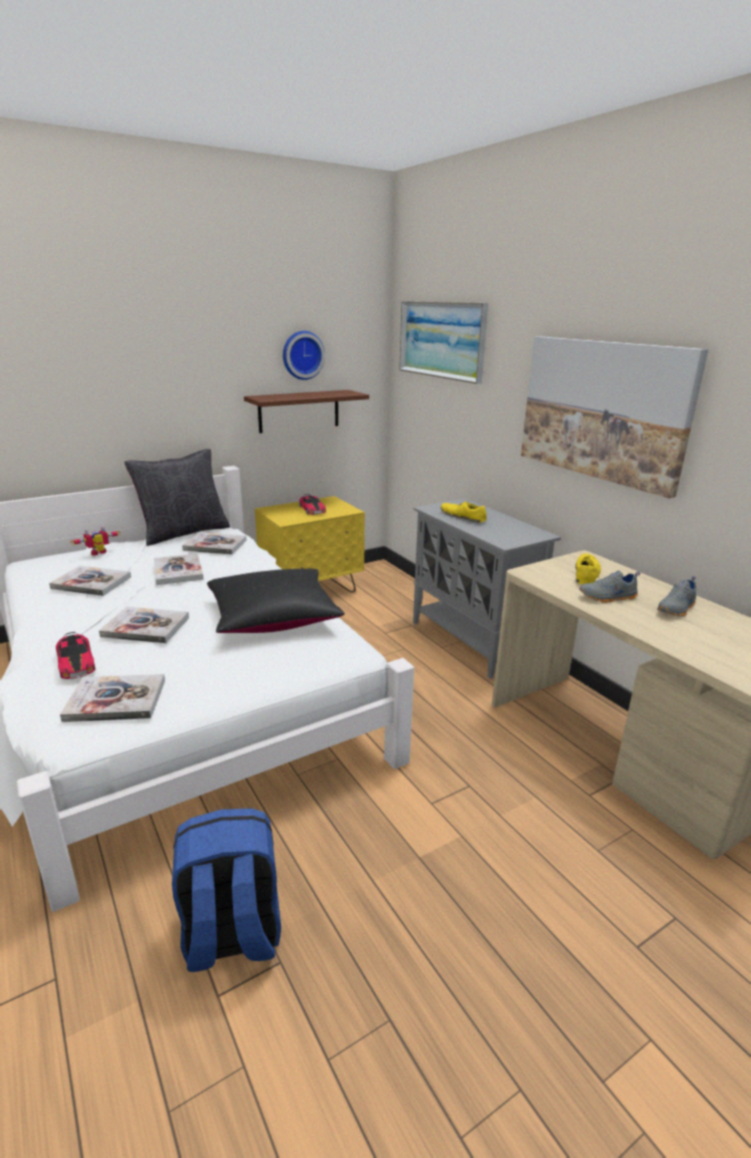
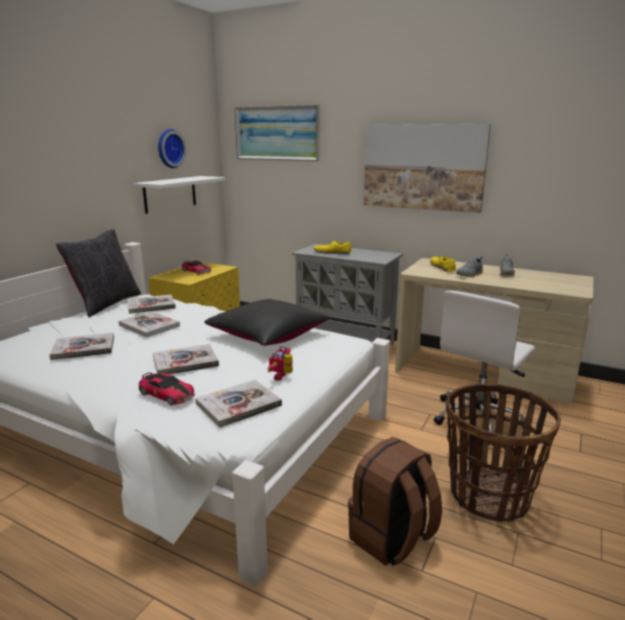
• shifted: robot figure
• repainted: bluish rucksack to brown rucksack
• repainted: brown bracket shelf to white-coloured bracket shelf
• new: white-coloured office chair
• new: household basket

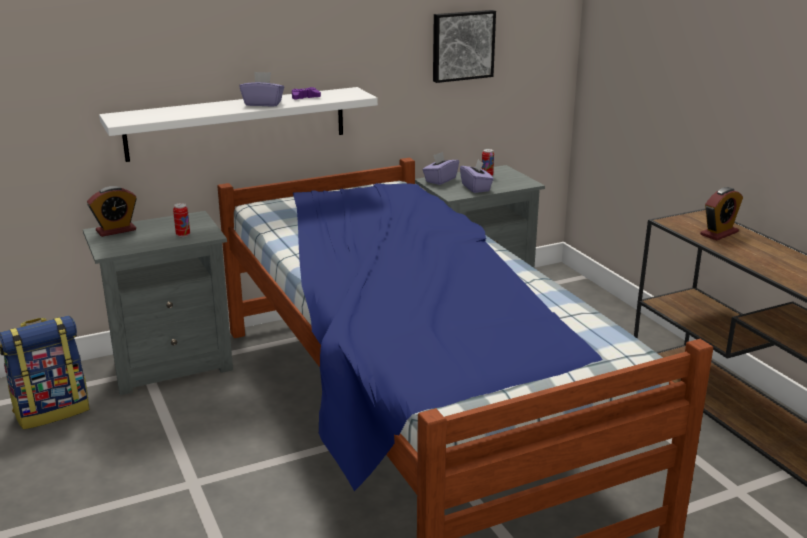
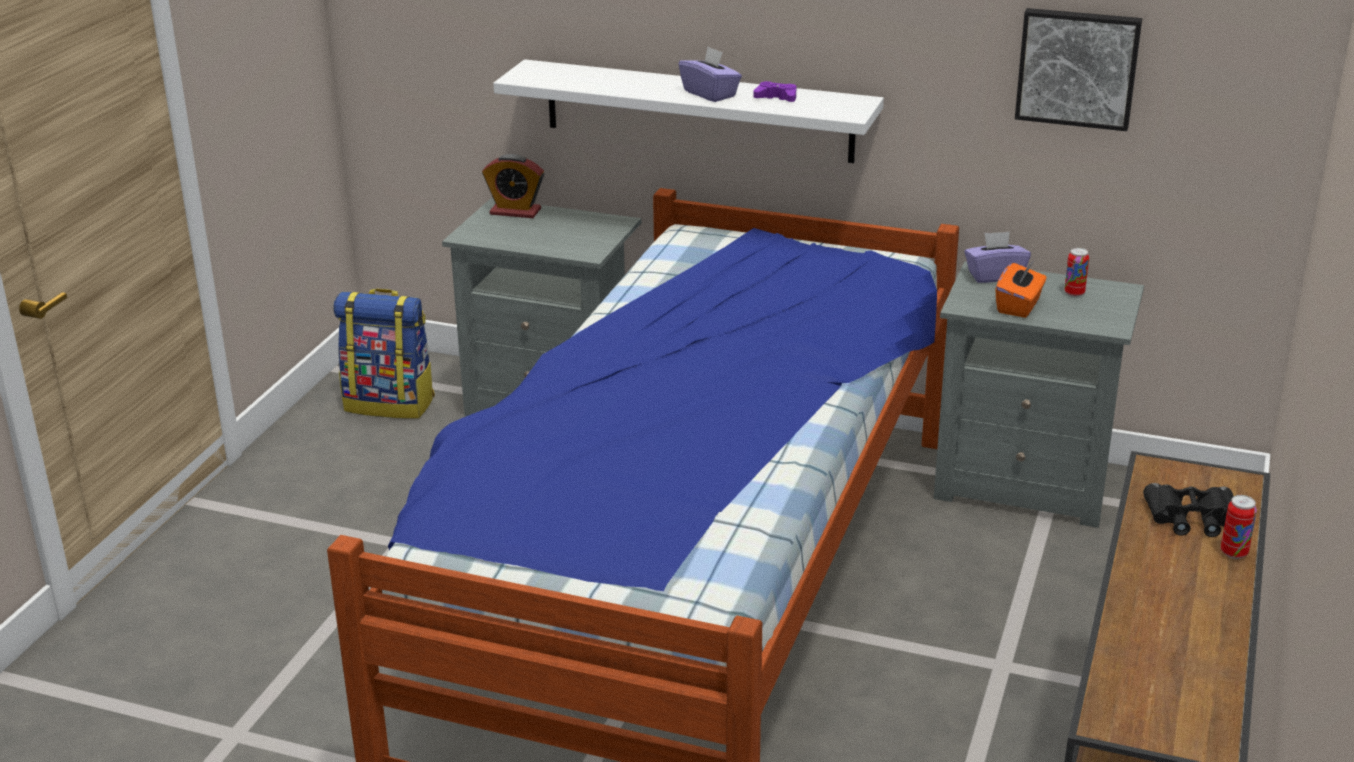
• shifted: can (no. 1 from left in the first image) to can (no. 2 from left)
• repainted: purple tissue box (no. 3 from left) to orangey tissue box
• swapped: bedside clock (no. 2 from left) to blackish field glasses

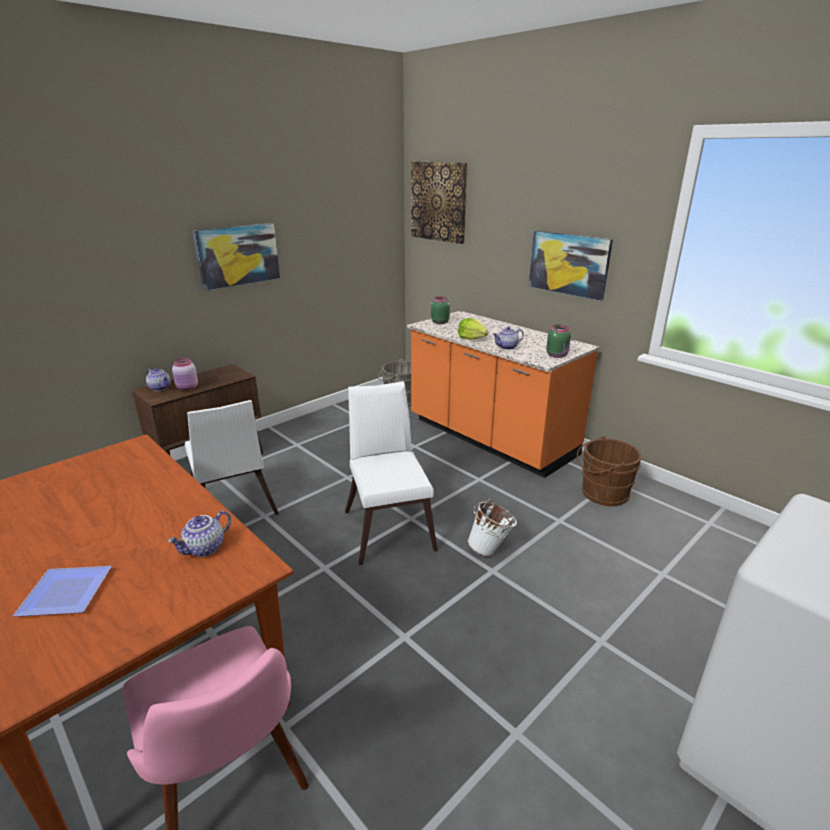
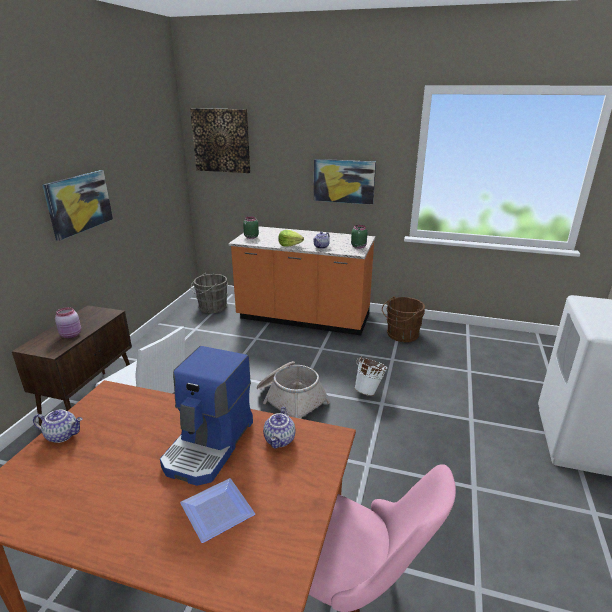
• shifted: teapot (no. 1 from left)
• swapped: white-coloured chair (no. 2 from left) to household basket
• new: coffee machine

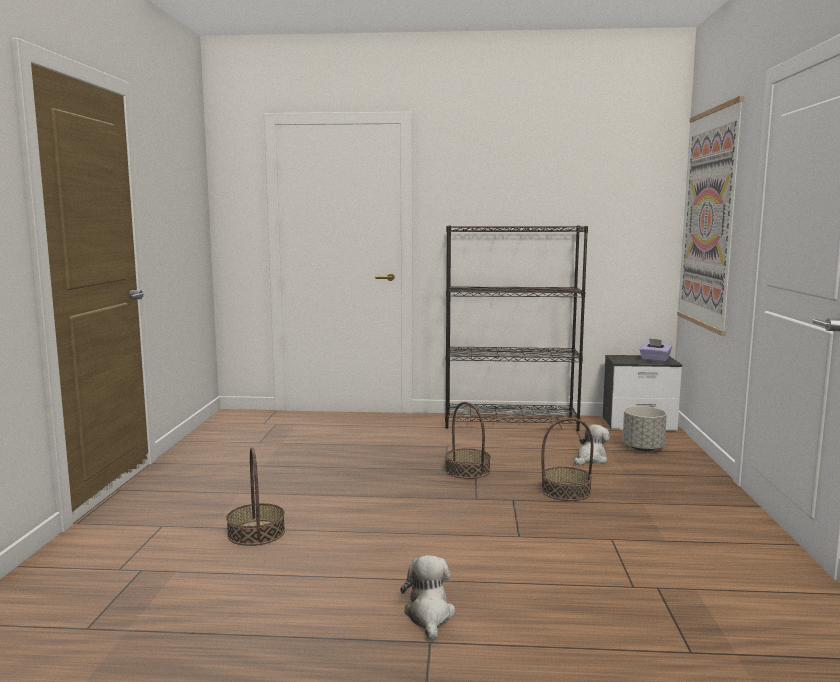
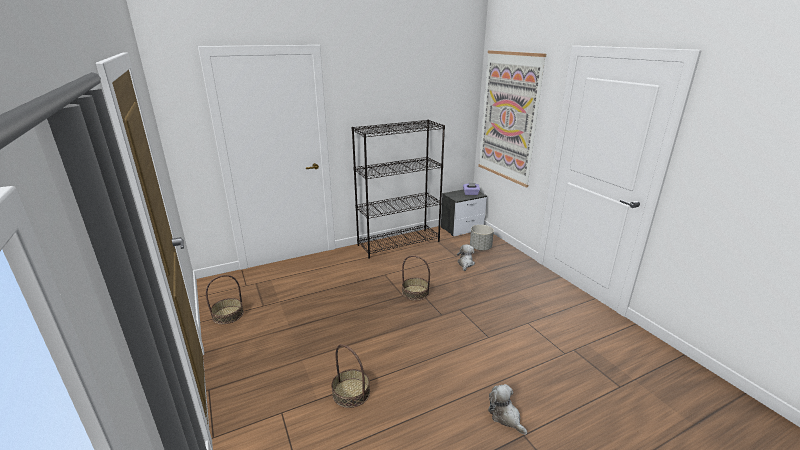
• shifted: household basket (no. 3 from left in the first image) to household basket (no. 1 from left)

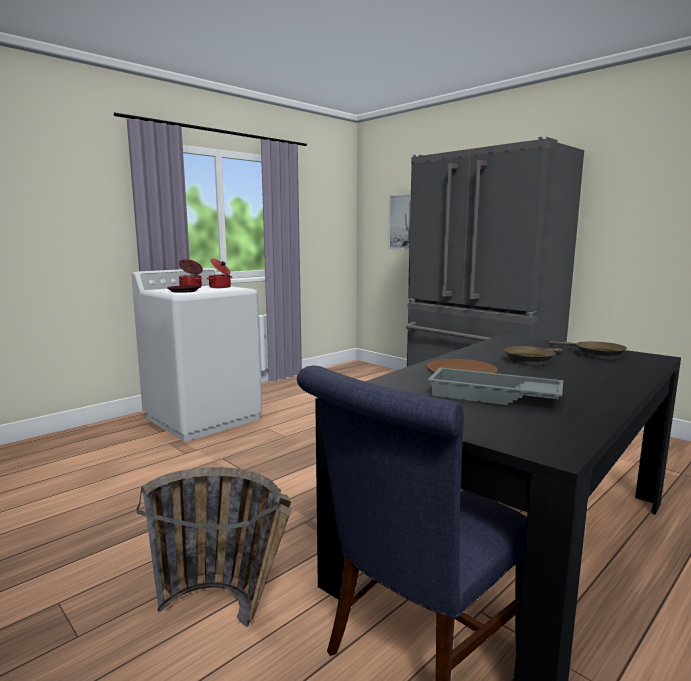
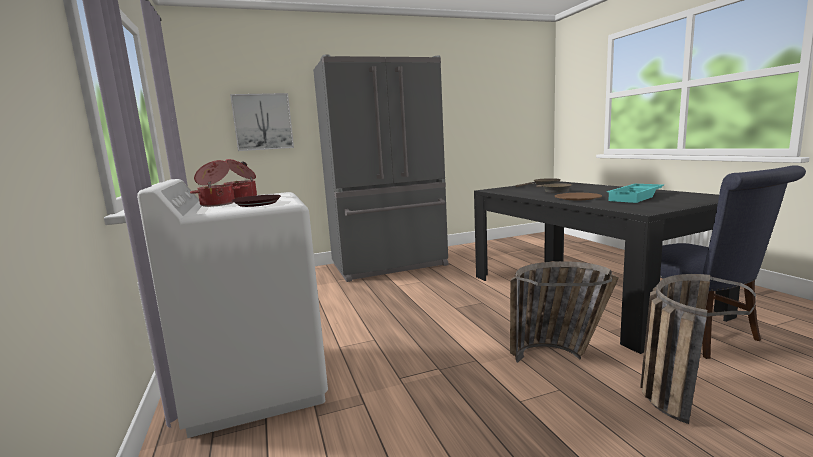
• repainted: grey serving tray to turquoise serving tray
• new: household basket (no. 1 from left)

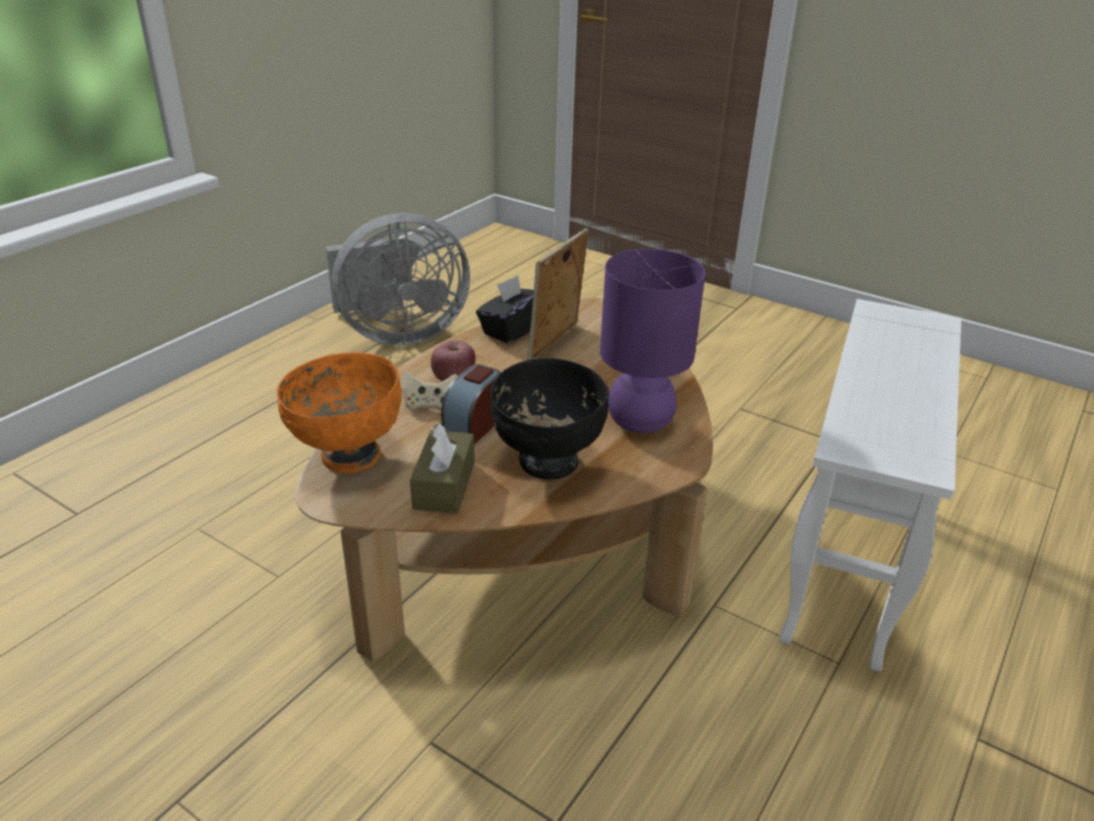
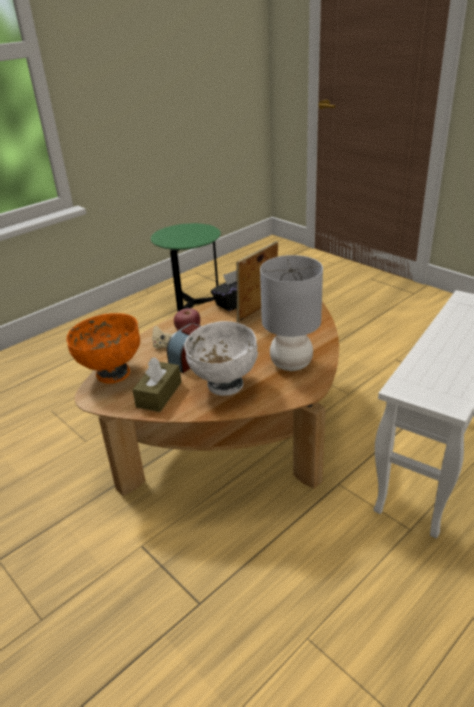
• swapped: grey fan to greenish accent table
• repainted: blackish bowl to white-coloured bowl
• repainted: purple tabletop lamp to grey tabletop lamp

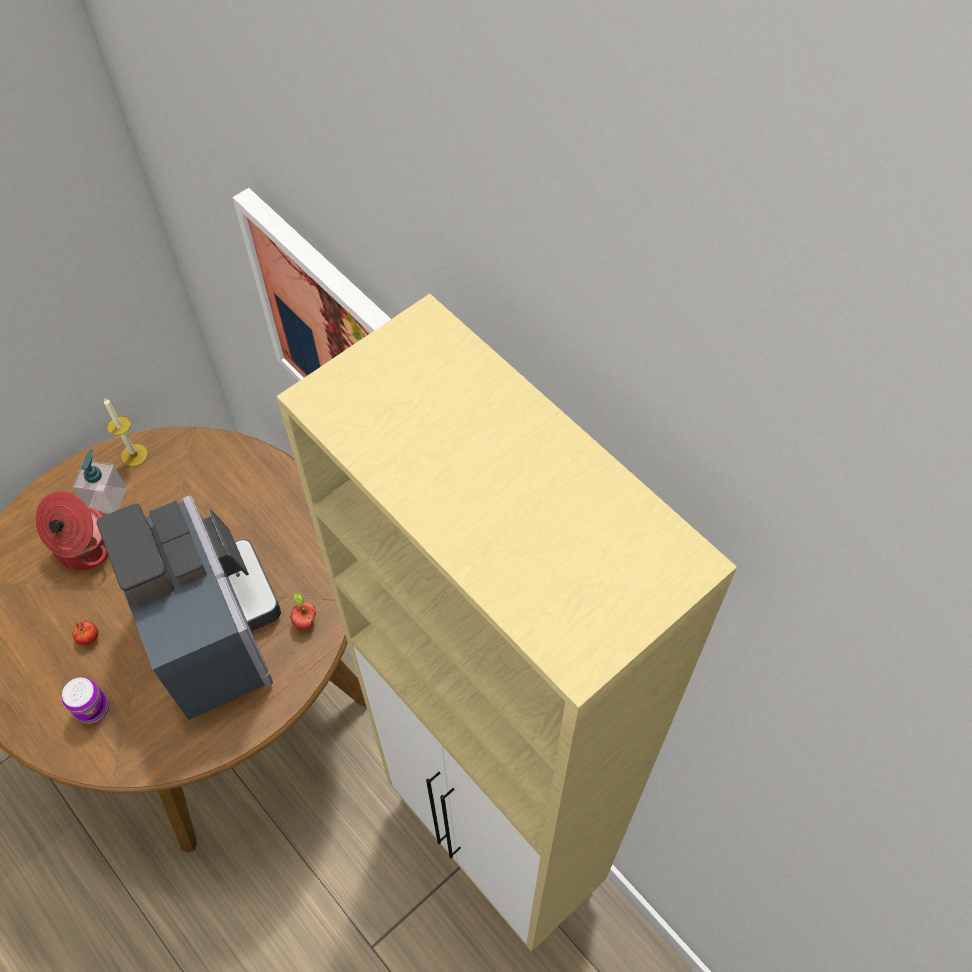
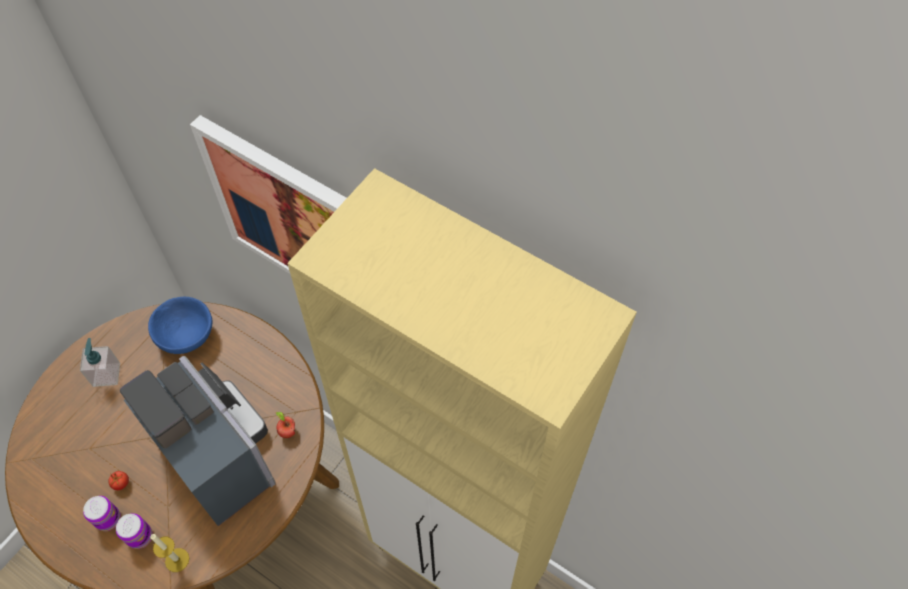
• gone: cooking pot
• shifted: wax light
• new: can (no. 1 from left)
• new: bluish bowl

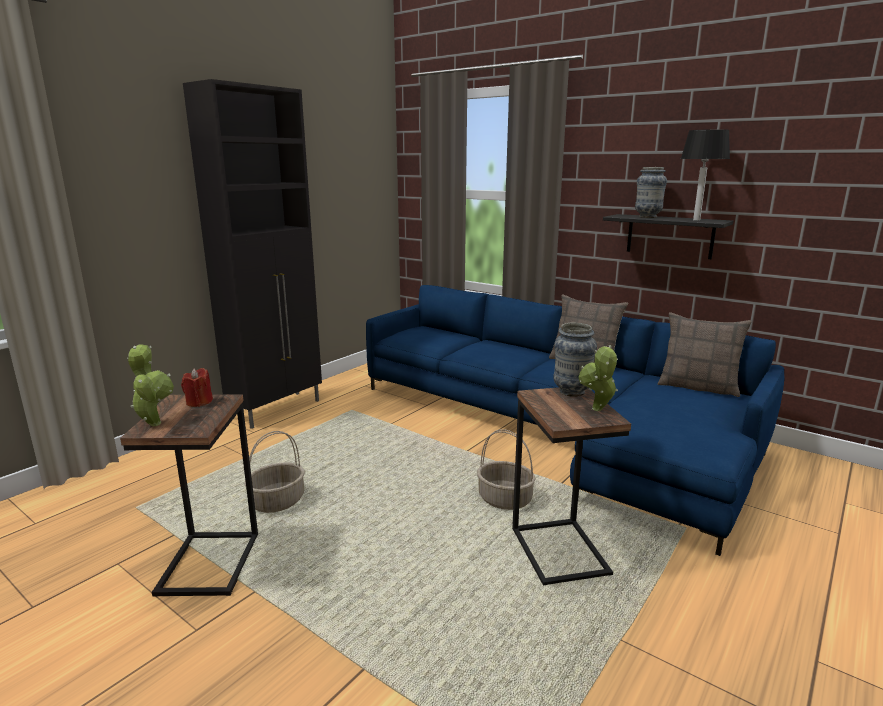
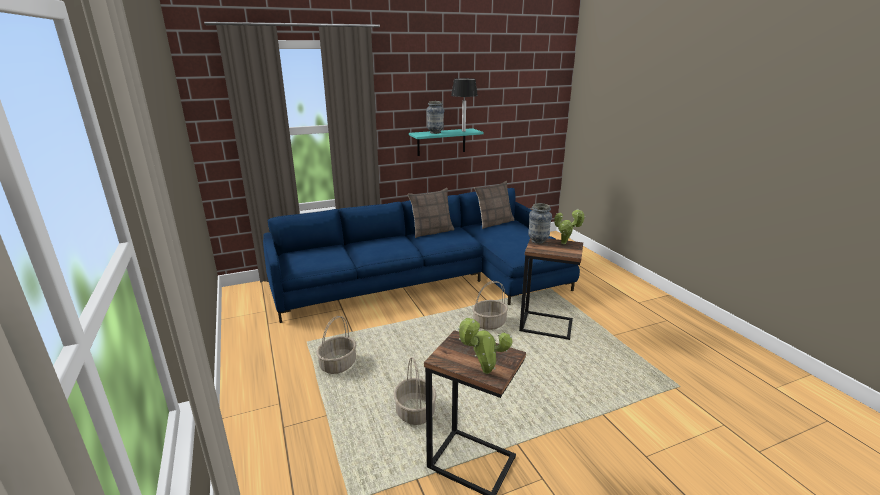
• gone: reddish wax light
• gone: blackish cabinet
• repainted: blackish bracket shelf to turquoise bracket shelf
• new: household basket (no. 1 from left)

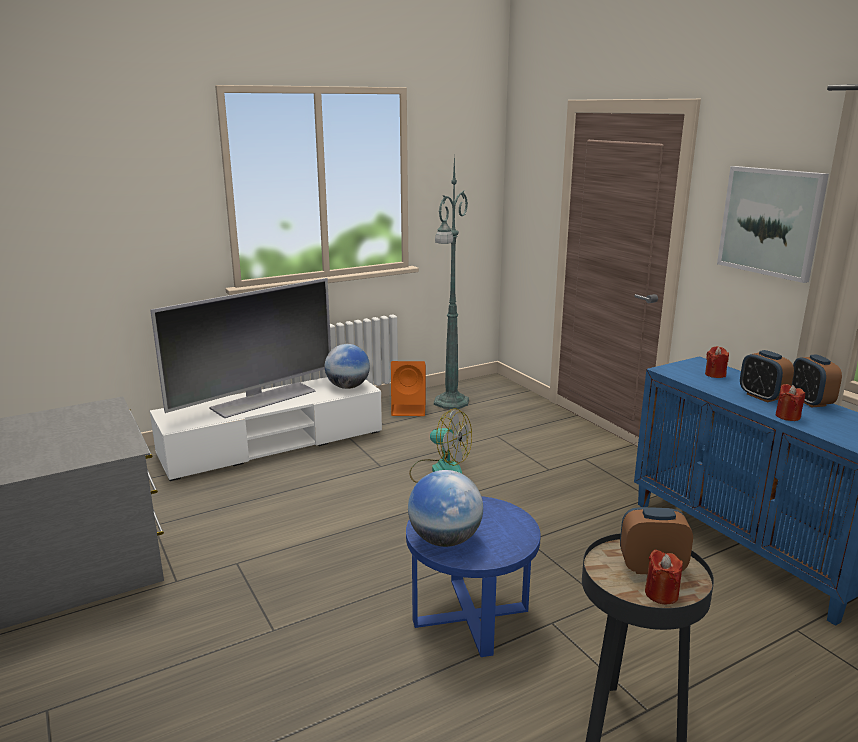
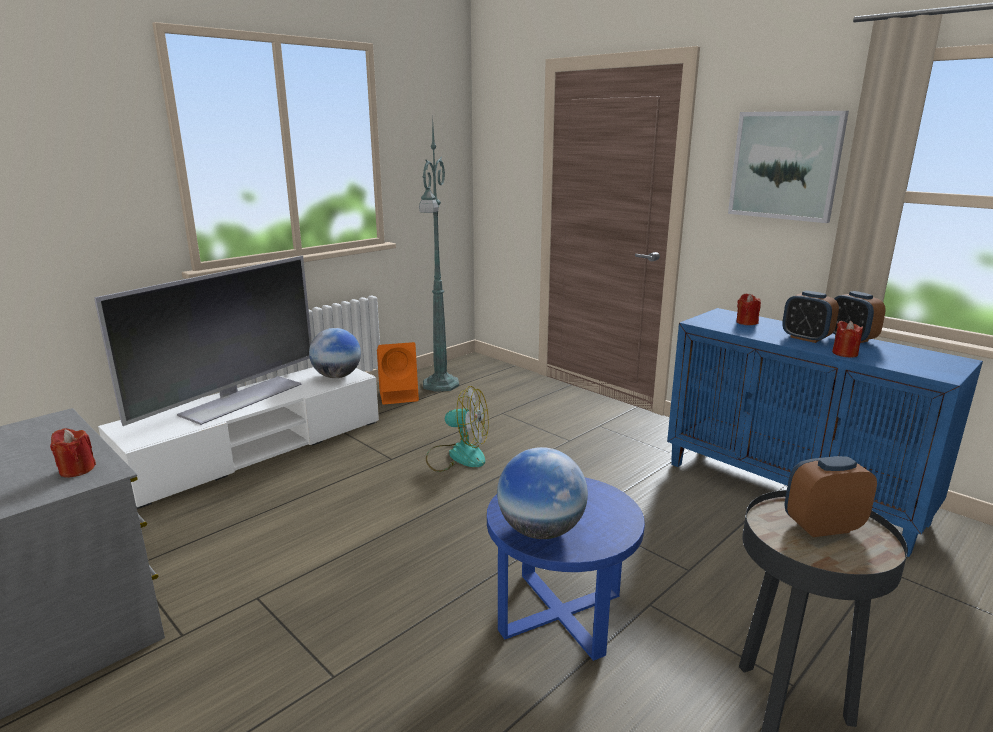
• shifted: reddish wax light (no. 1 from left)

